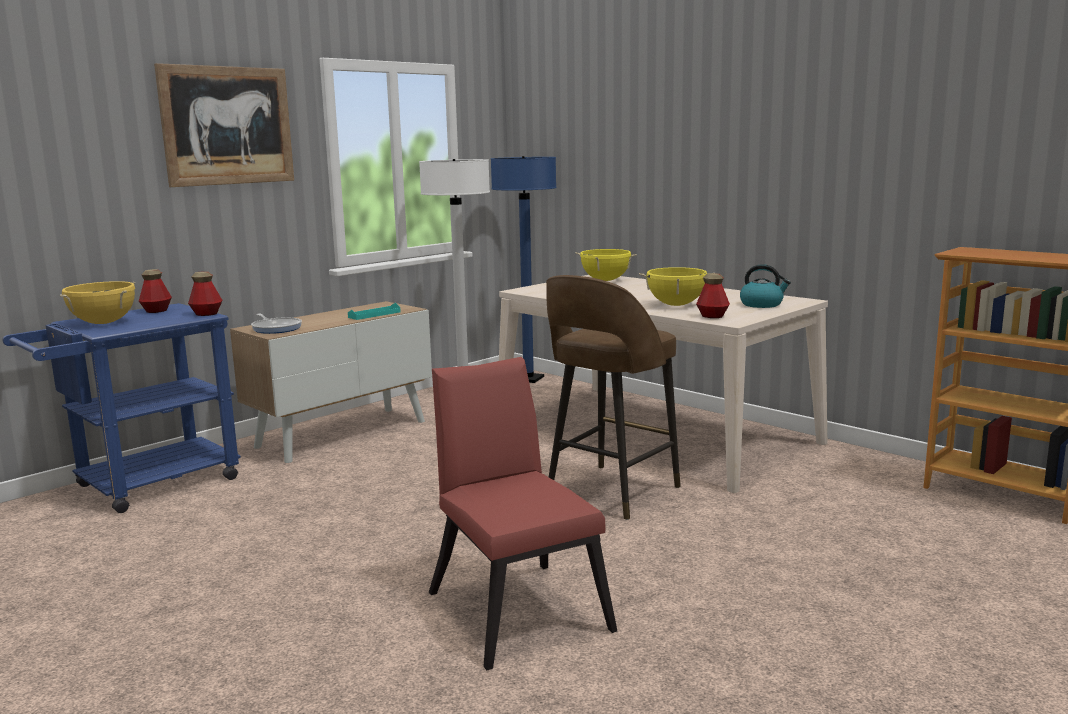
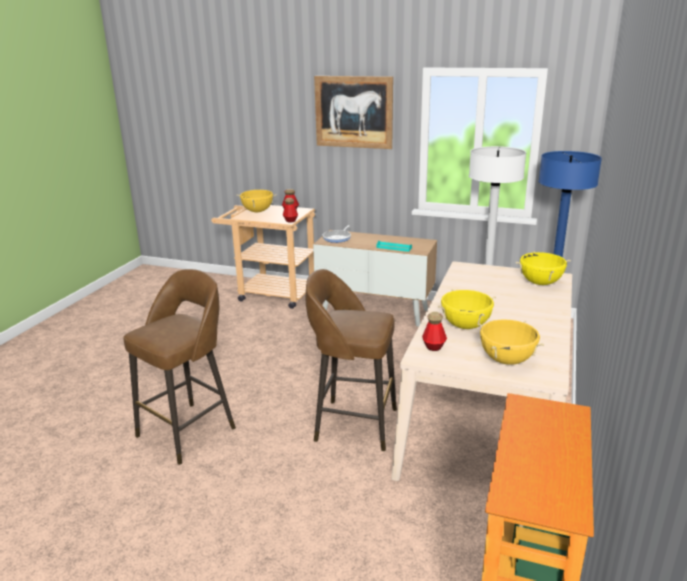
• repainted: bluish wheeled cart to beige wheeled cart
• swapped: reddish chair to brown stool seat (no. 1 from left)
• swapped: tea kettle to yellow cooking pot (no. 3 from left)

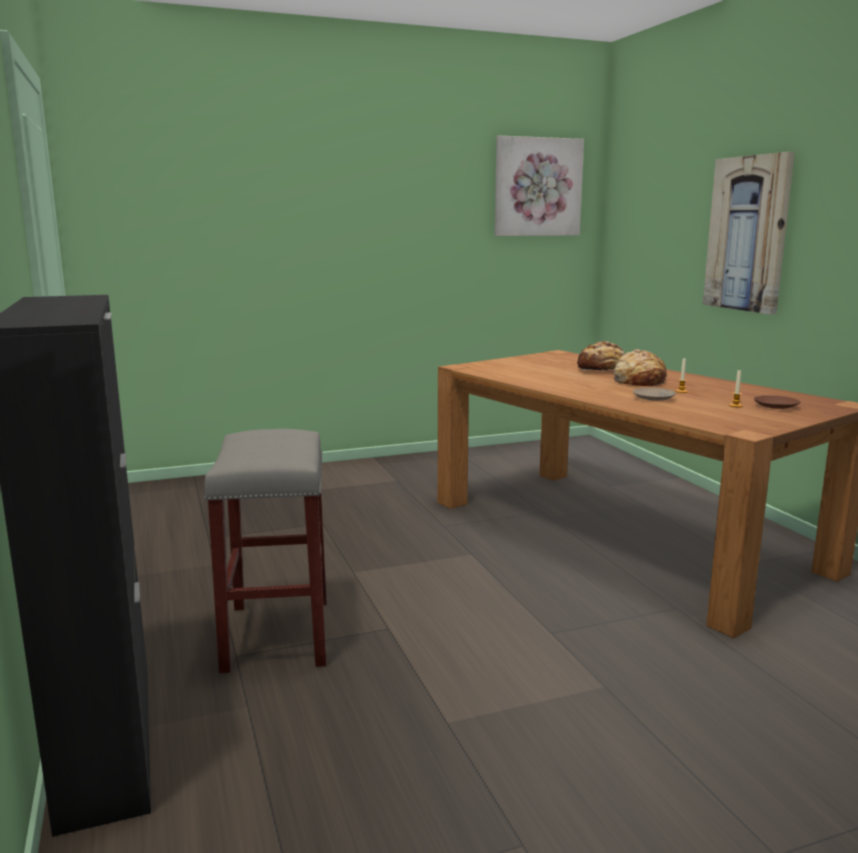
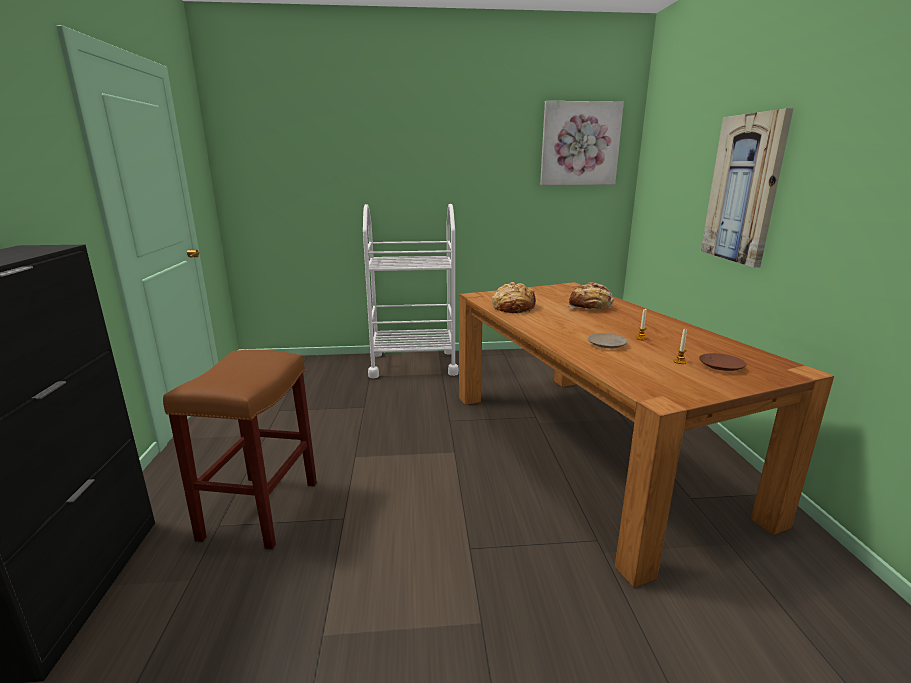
• repainted: grey stool seat to brown stool seat
• shifted: bread (no. 2 from left in the first image) to bread (no. 1 from left)
• new: white-coloured wheeled cart

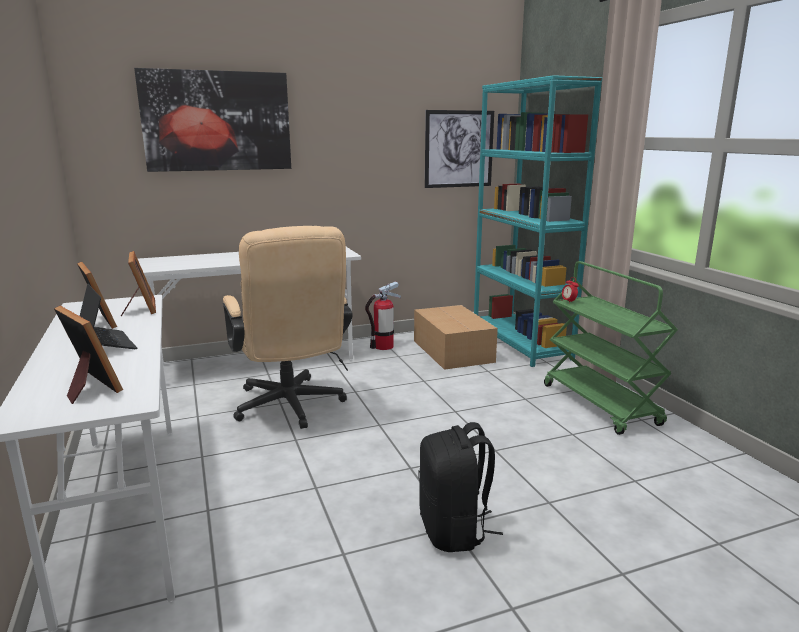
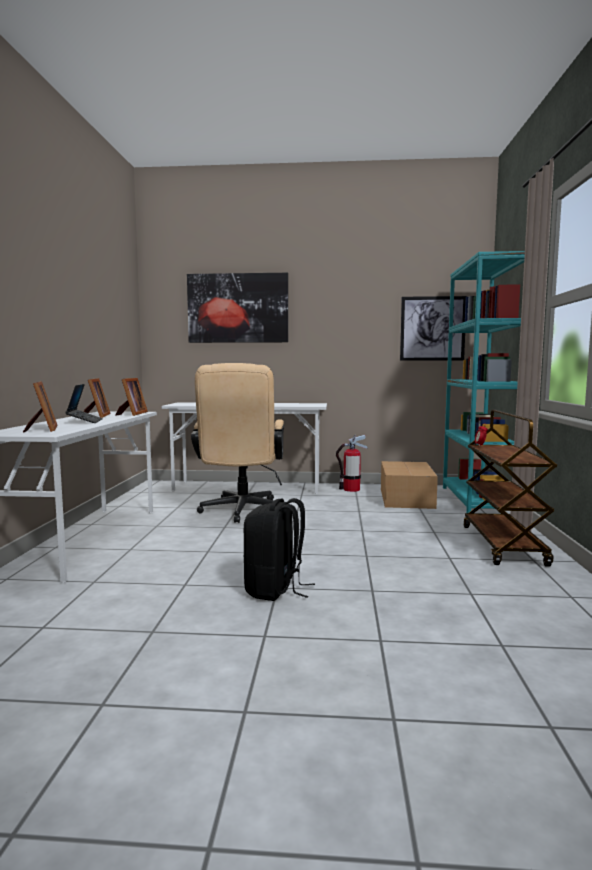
• repainted: greenish wheeled cart to brown wheeled cart

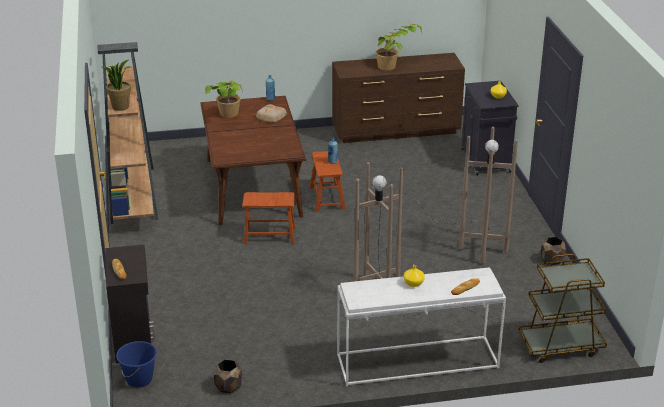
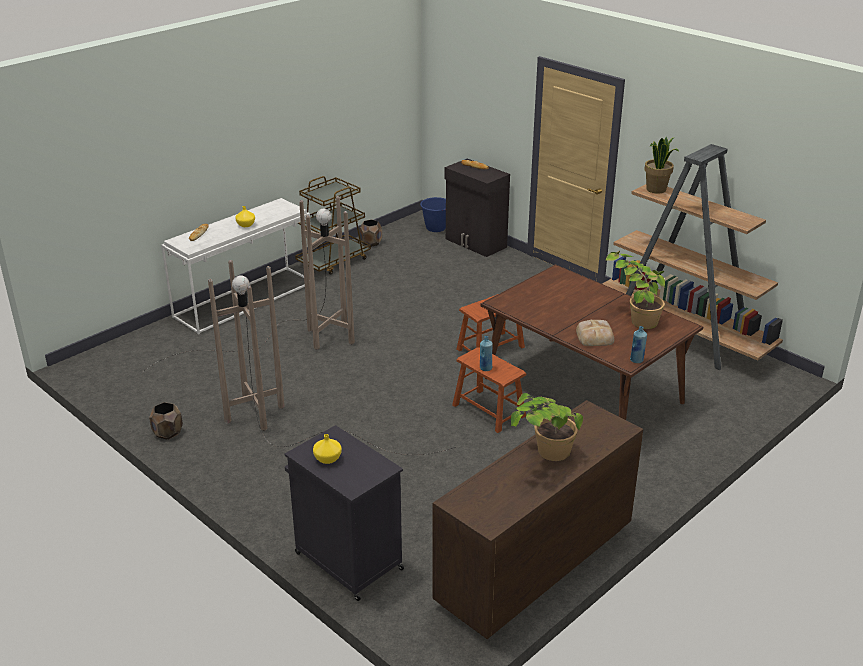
• shifted: brown wheeled cart

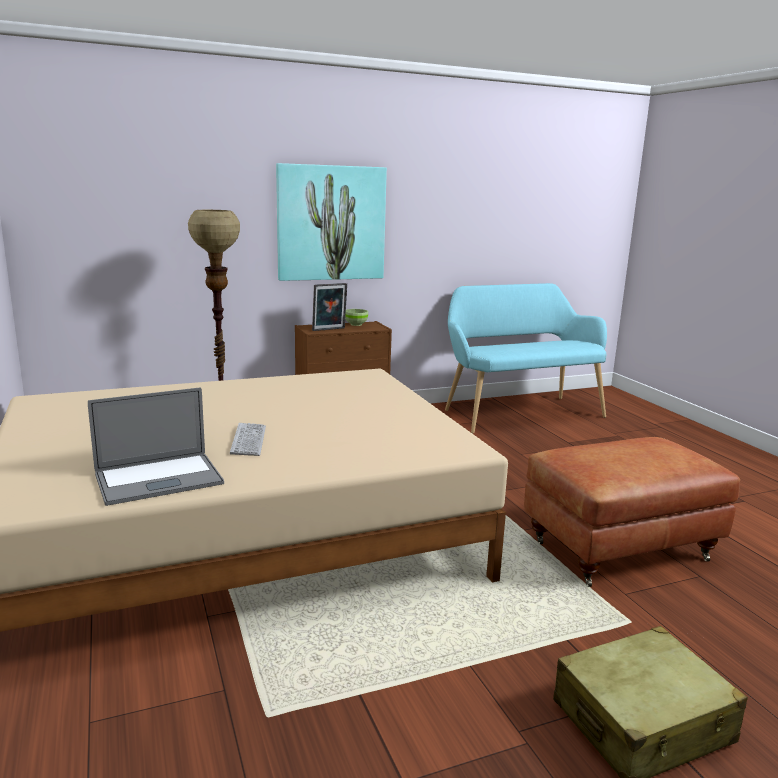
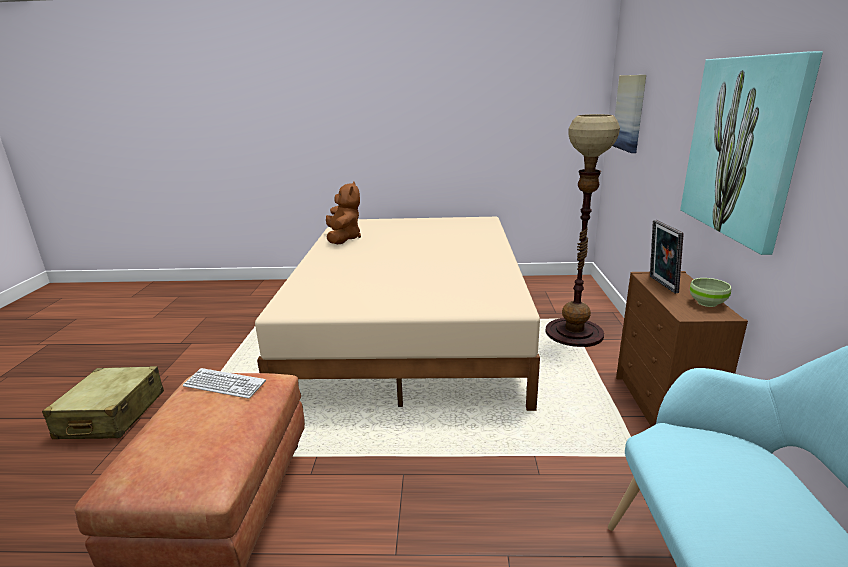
• swapped: laptop to brown soft toy
• shifted: computer keyboard
• new: picture (no. 1 from left)

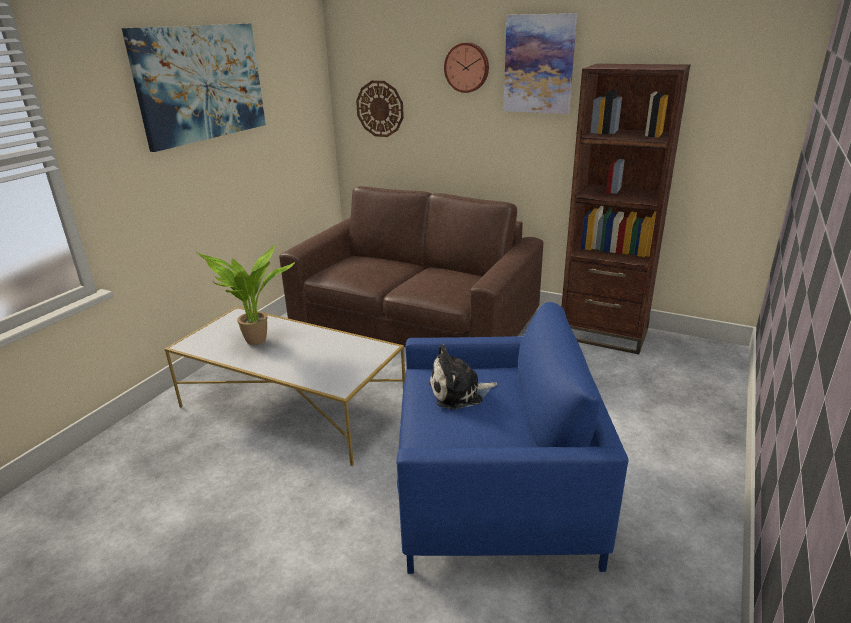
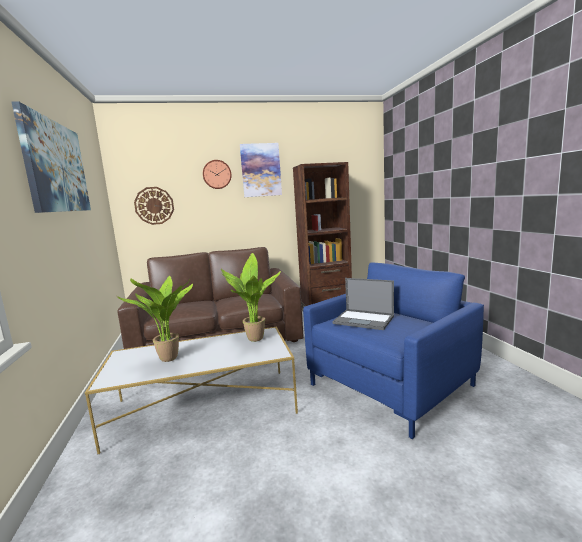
• swapped: soft toy to laptop
• new: potted plant (no. 2 from left)

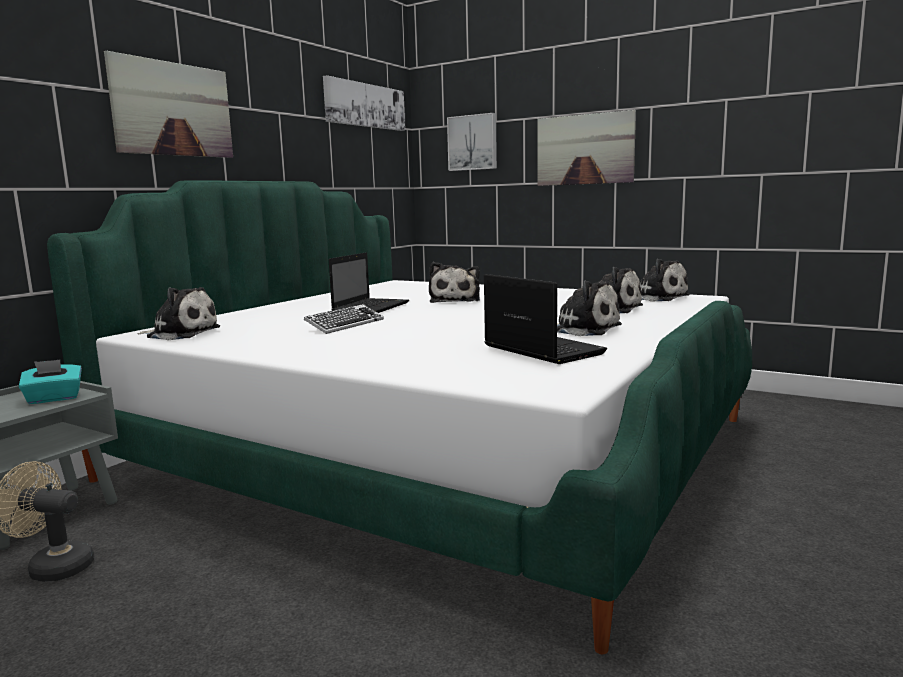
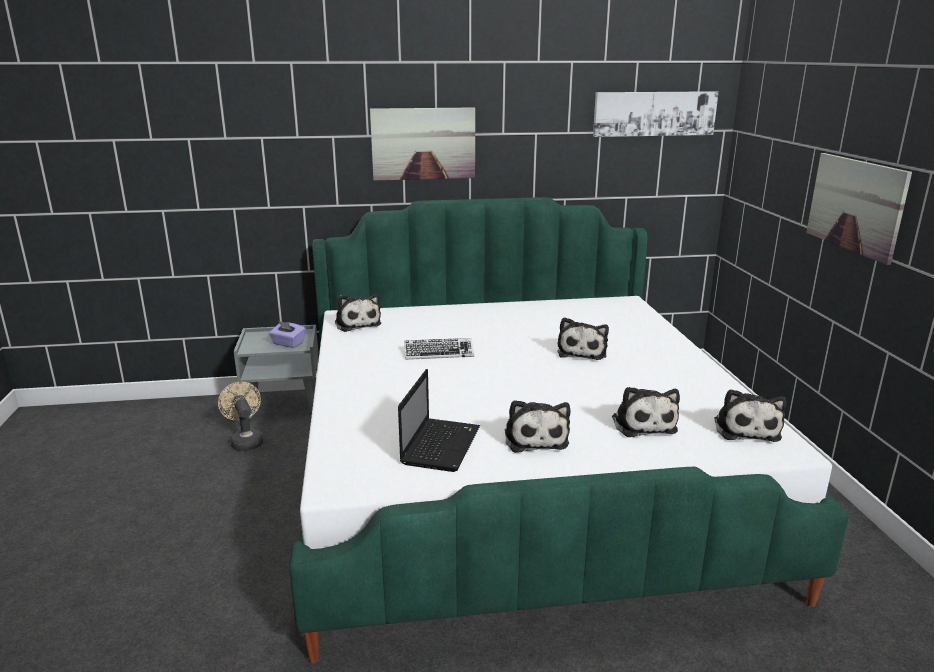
• repainted: turquoise tissue box to purple tissue box
• gone: laptop (no. 1 from left)
• rotated: soft toy (no. 2 from left in the first image) 45 degrees counterclockwise
• gone: picture (no. 3 from left)

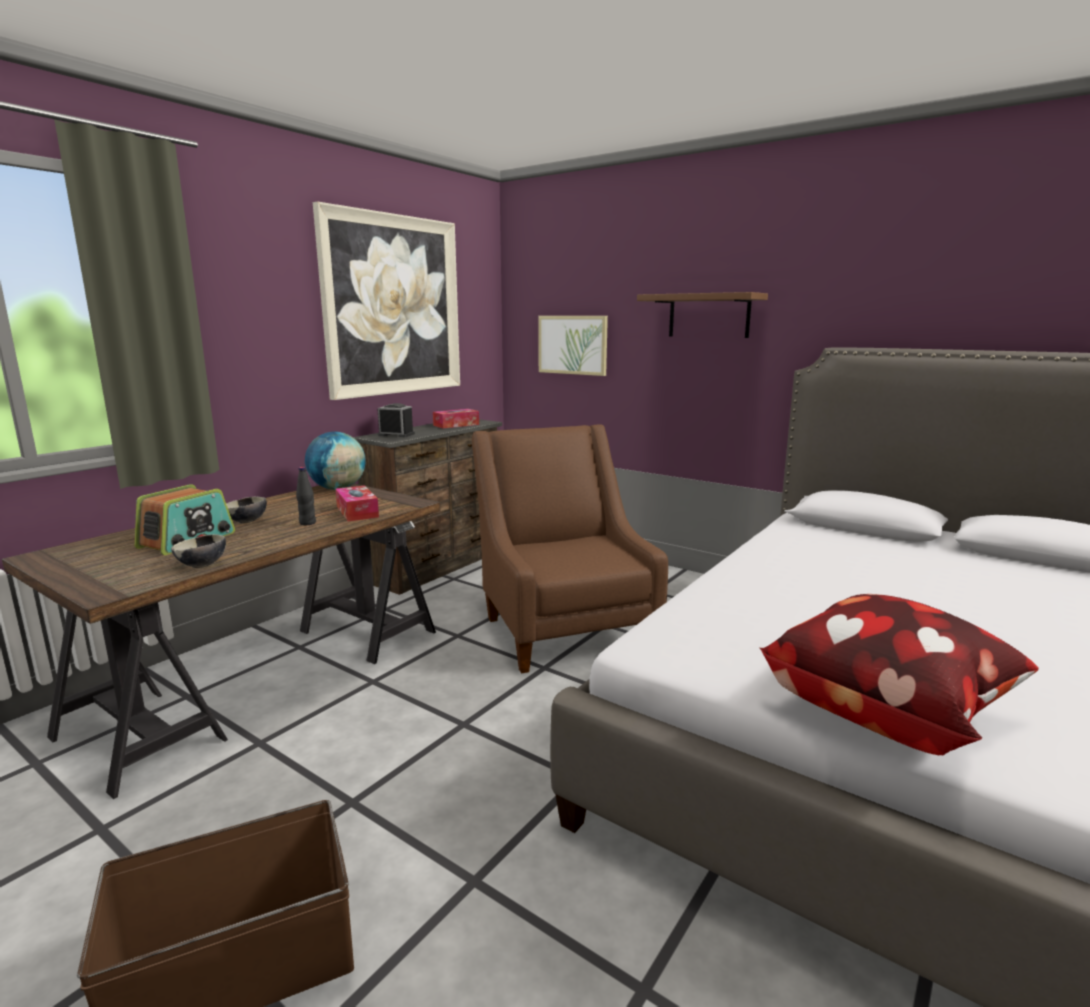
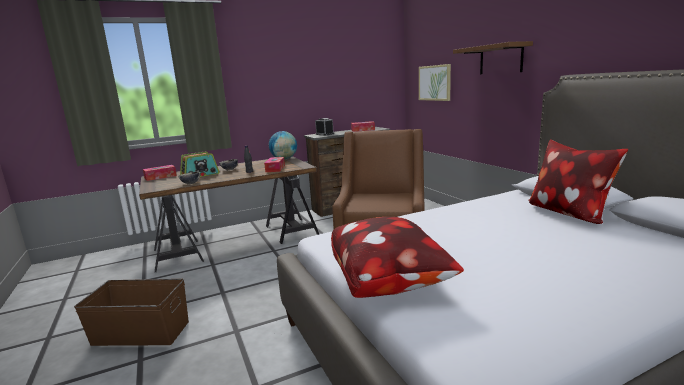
• gone: picture (no. 1 from left)
• new: tissue box (no. 1 from left)
• new: pillow (no. 2 from left)

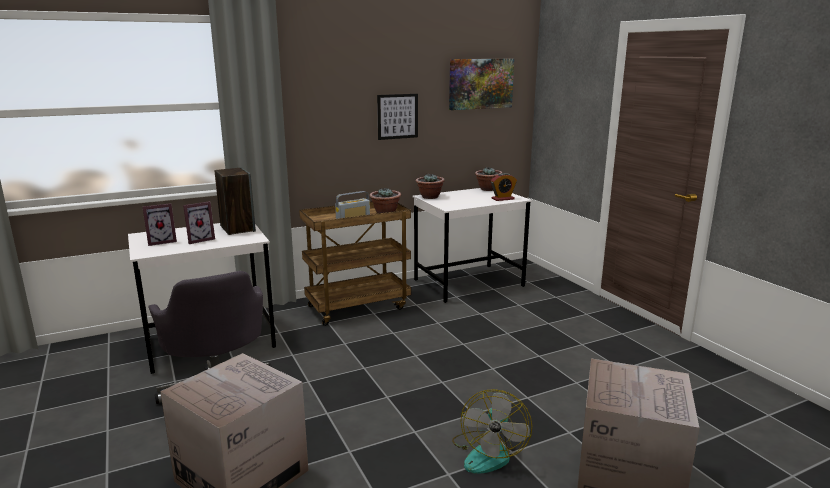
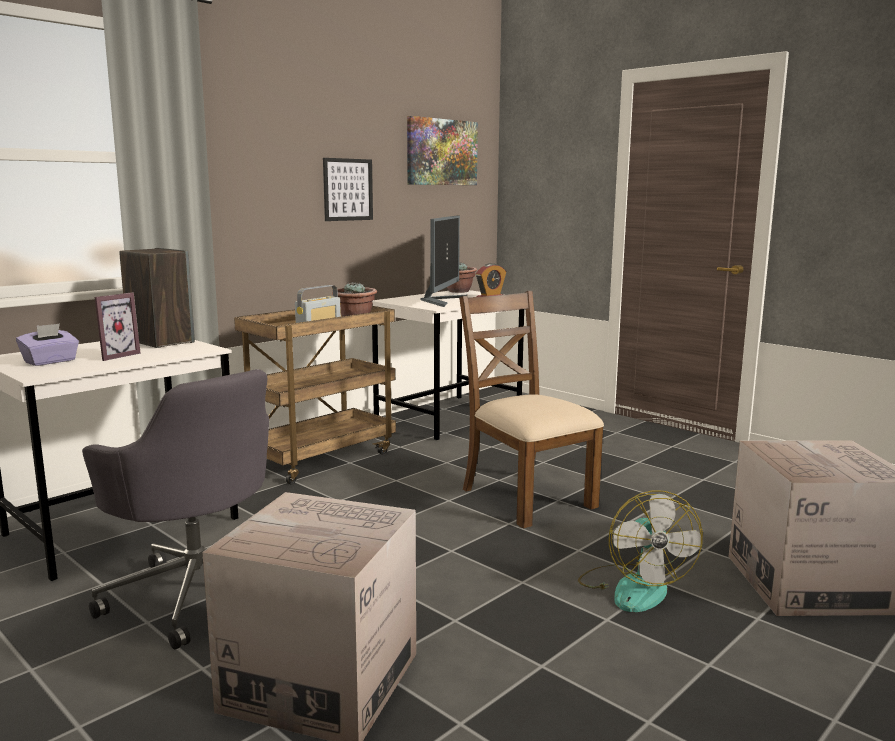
• swapped: picture frame (no. 1 from left) to purple tissue box
• gone: potted plant (no. 2 from left)
• new: computer screen
• new: brown chair

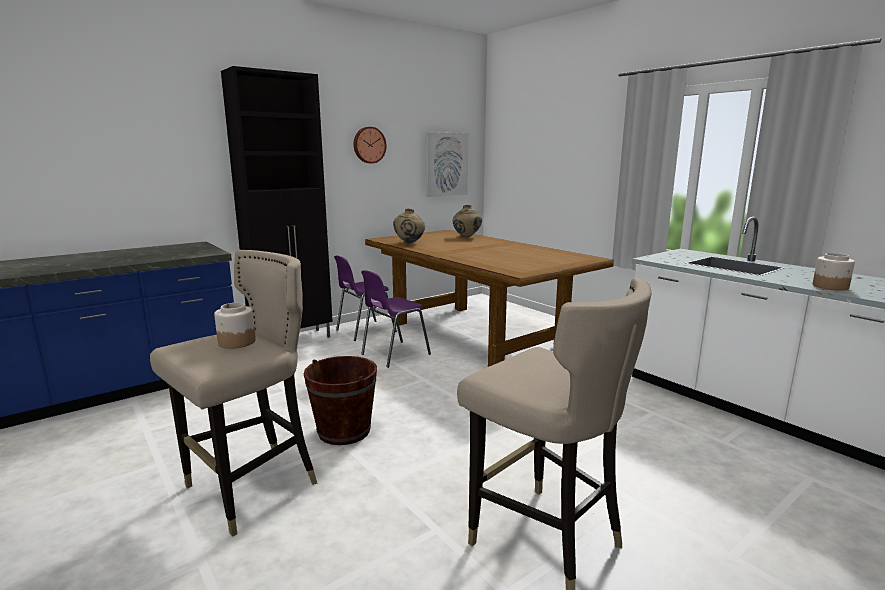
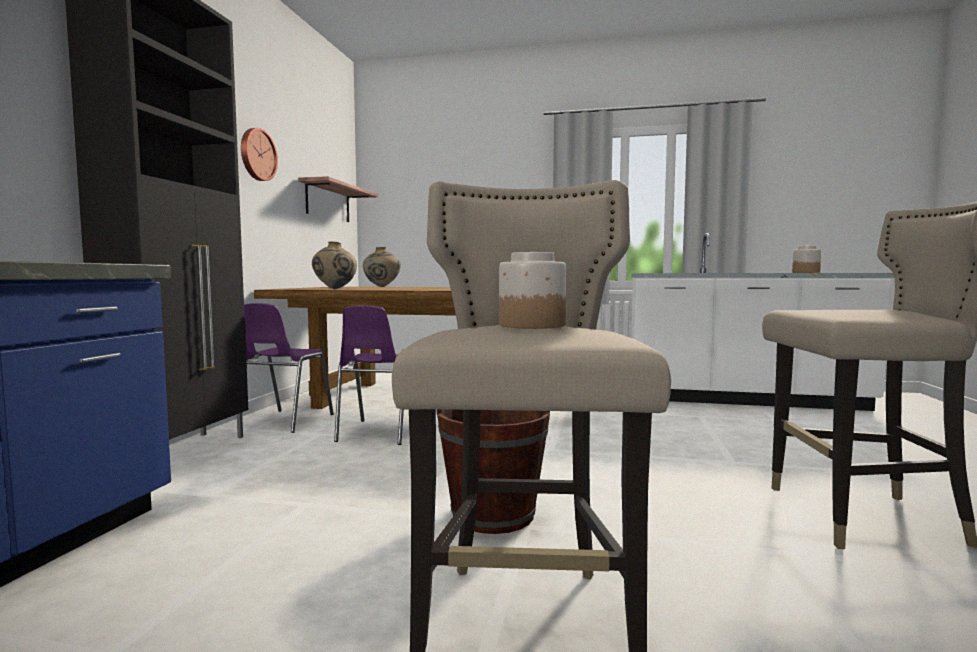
• swapped: picture to bracket shelf

